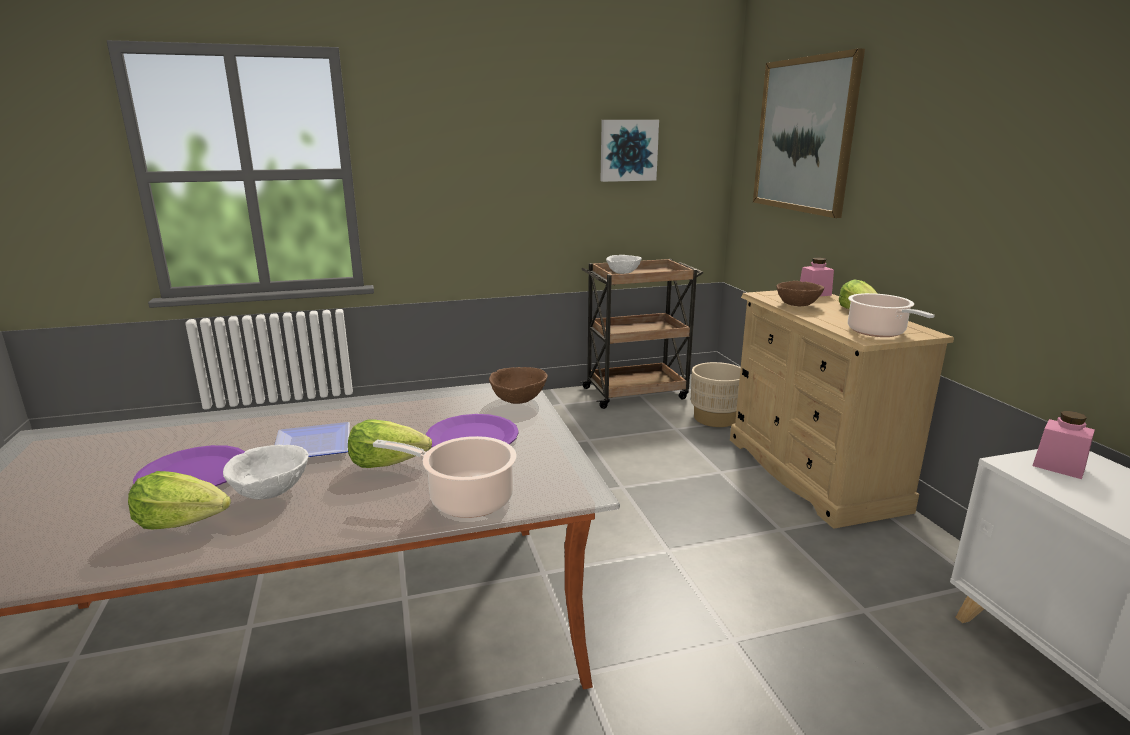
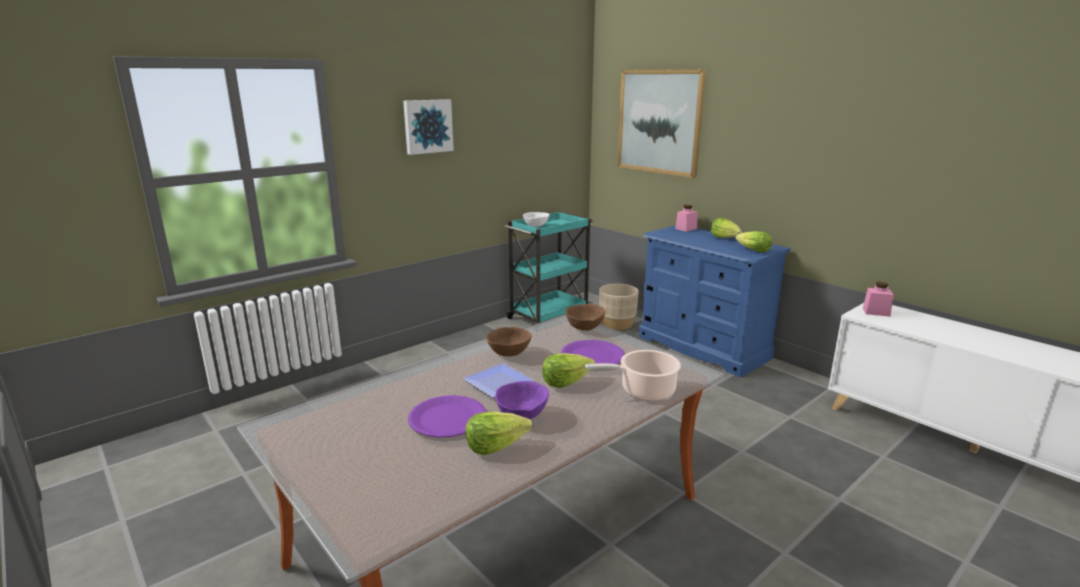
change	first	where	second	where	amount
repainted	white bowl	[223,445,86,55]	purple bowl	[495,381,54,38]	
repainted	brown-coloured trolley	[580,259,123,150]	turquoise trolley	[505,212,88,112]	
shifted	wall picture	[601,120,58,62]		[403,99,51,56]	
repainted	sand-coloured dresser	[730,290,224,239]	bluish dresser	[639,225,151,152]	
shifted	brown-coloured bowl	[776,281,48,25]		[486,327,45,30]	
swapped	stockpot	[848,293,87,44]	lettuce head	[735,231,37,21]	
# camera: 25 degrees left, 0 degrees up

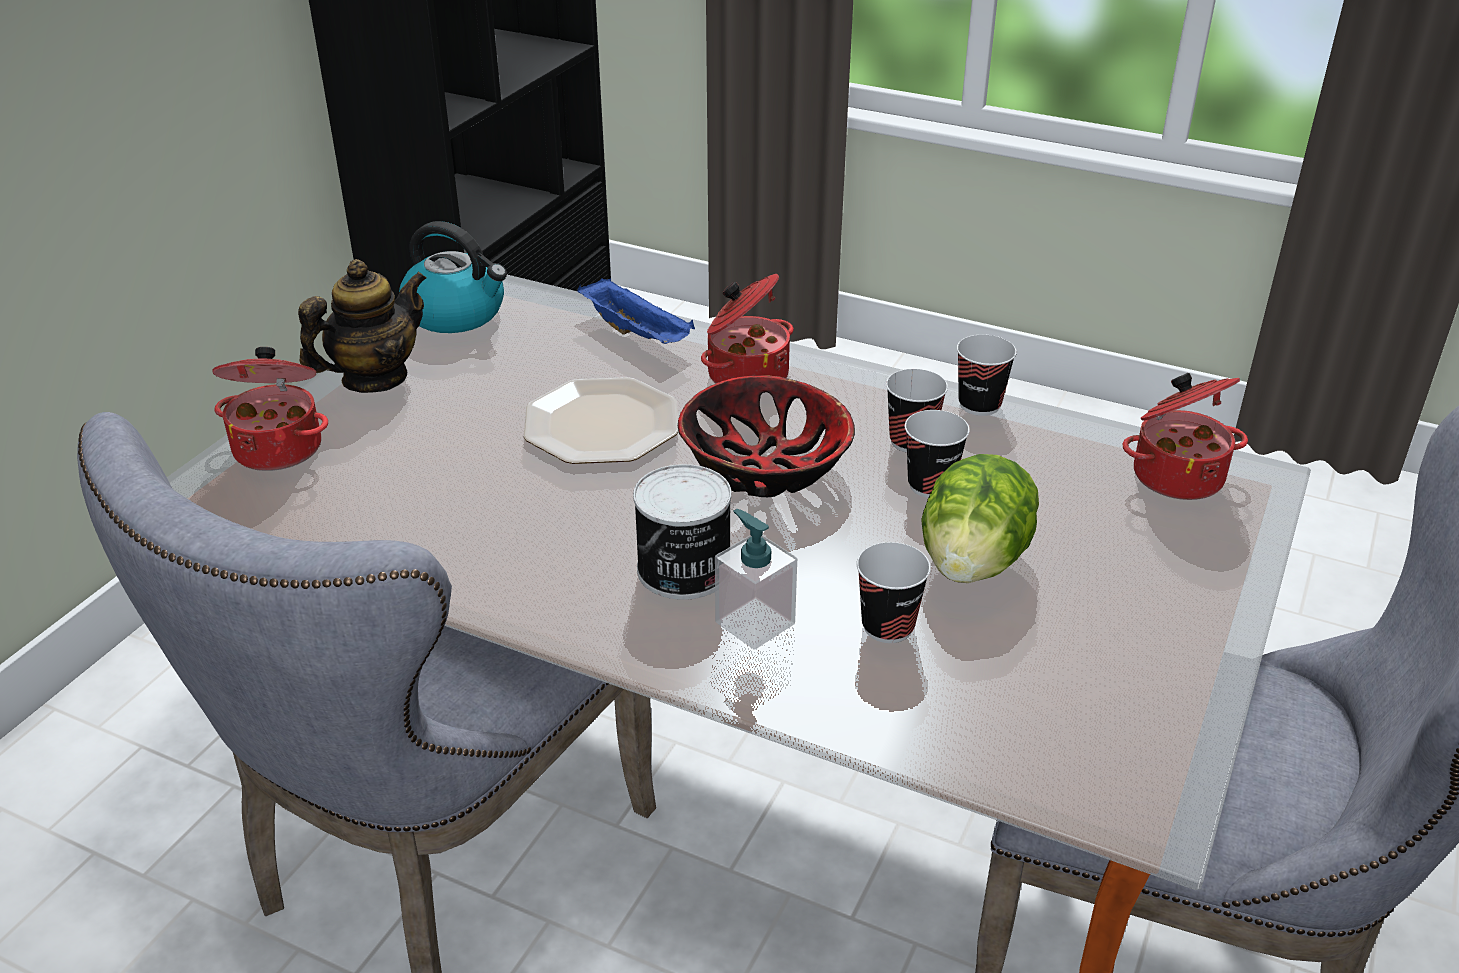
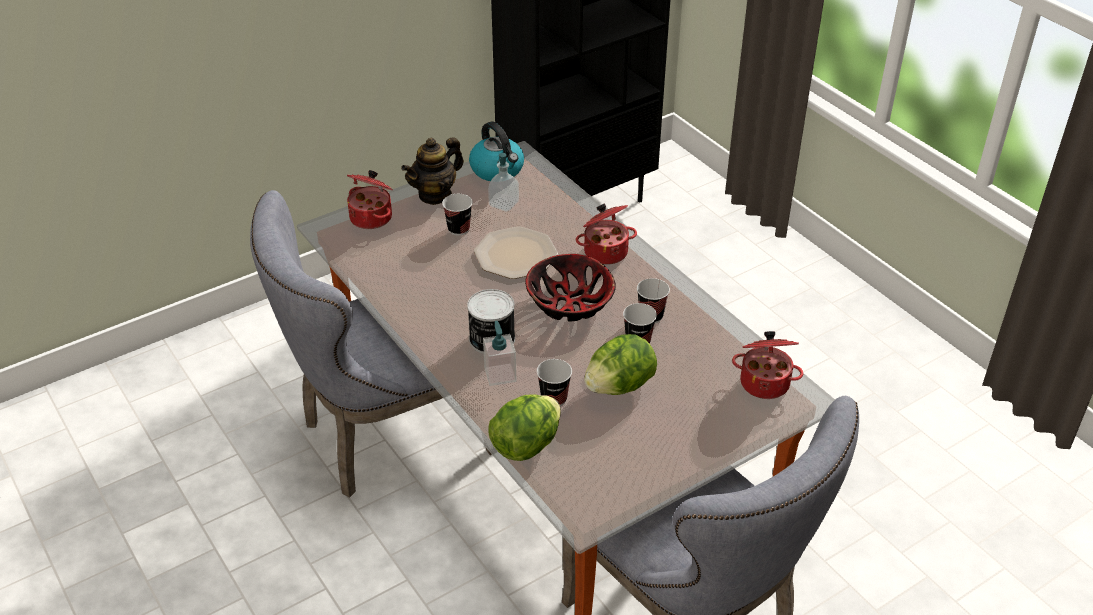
change	first	where	second	where	amount
rotated	teapot	[298,259,128,134]		[401,137,63,68]	150 degrees clockwise
gone	bluish tray	[577,278,118,66]			
shifted	small cup	[957,334,60,82]		[442,194,31,41]	
new			liquid soap bottle	[488,153,31,59]	
new			lettuce head	[488,394,73,67]	
# camera: 30 degrees right, 5 degrees up

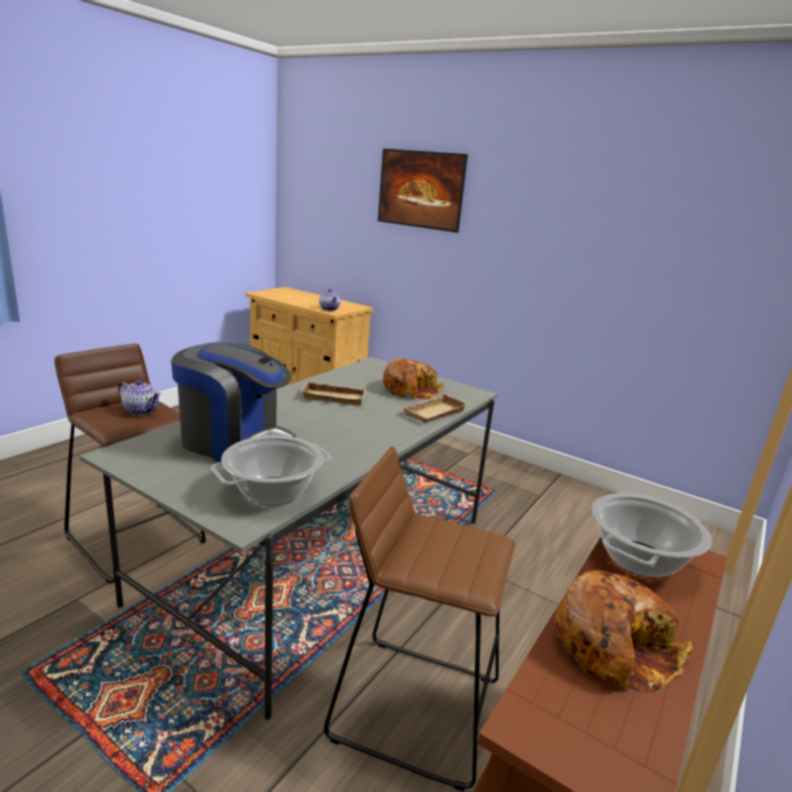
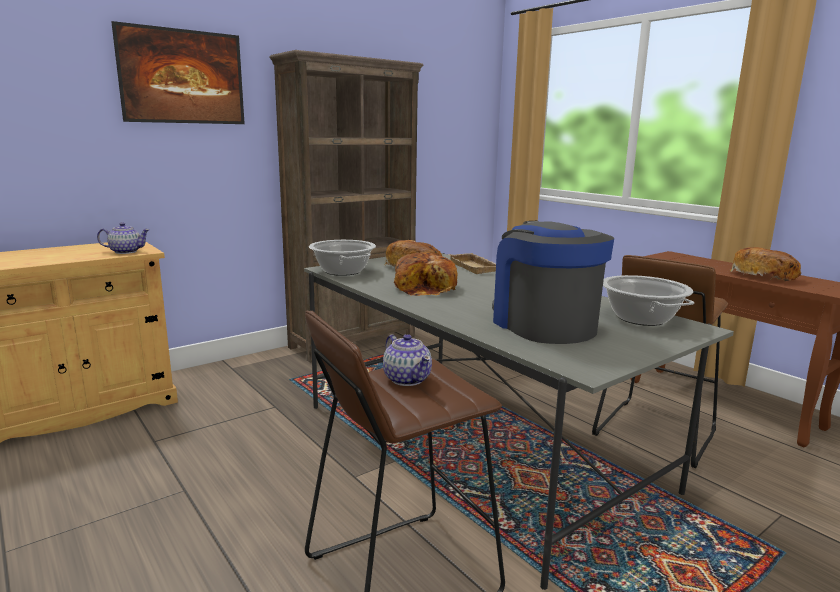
change	first	where	second	where	amount
rotated	teapot	[118,380,43,35]		[383,334,49,52]	105 degrees clockwise
rotated	coffee brewer	[171,342,125,120]		[492,221,122,123]	60 degrees counterclockwise
swapped	sand-coloured tray	[300,381,67,24]	baked bread	[394,252,63,44]	
shifted	stockpot	[592,493,119,85]		[309,240,67,36]	
new			brown-coloured bookshelf	[269,50,155,313]	
# camera: 70 degrees left, 5 degrees down

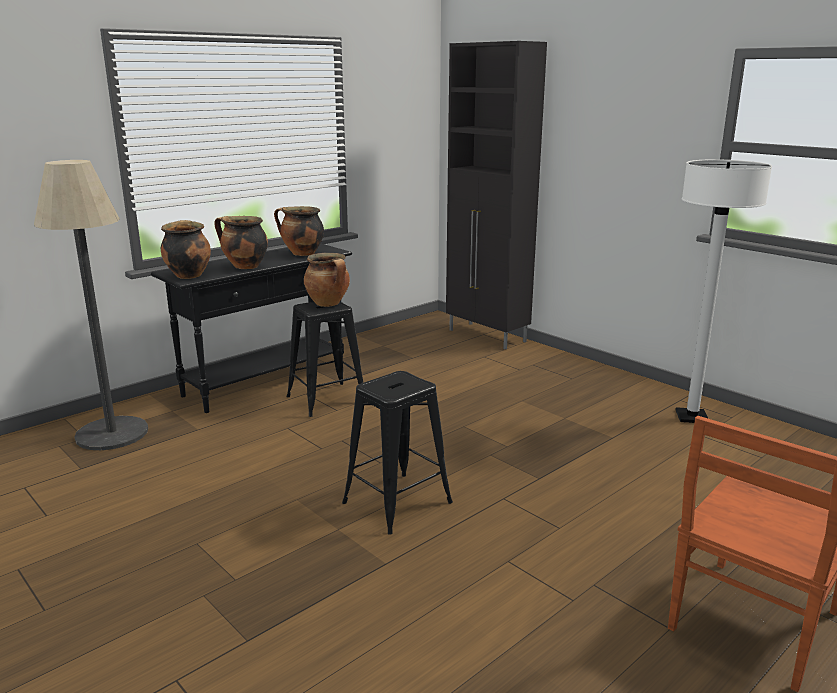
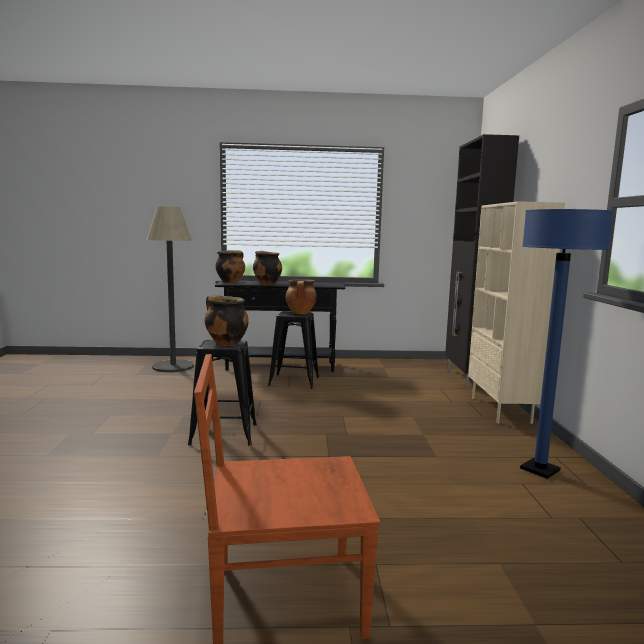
change	first	where	second	where	amount
shifted	stockpot	[274,206,50,50]		[204,295,45,51]	
repainted	white standing lamp	[676,159,96,264]	bluish standing lamp	[520,209,94,270]	
new			sand-coloured bookshelf	[468,201,97,223]	
# camera: 40 degrees right, 10 degrees down

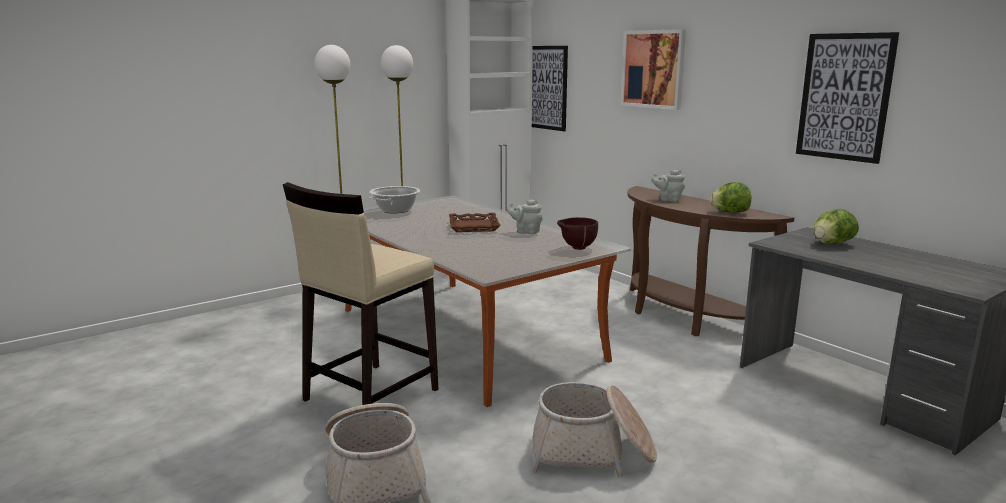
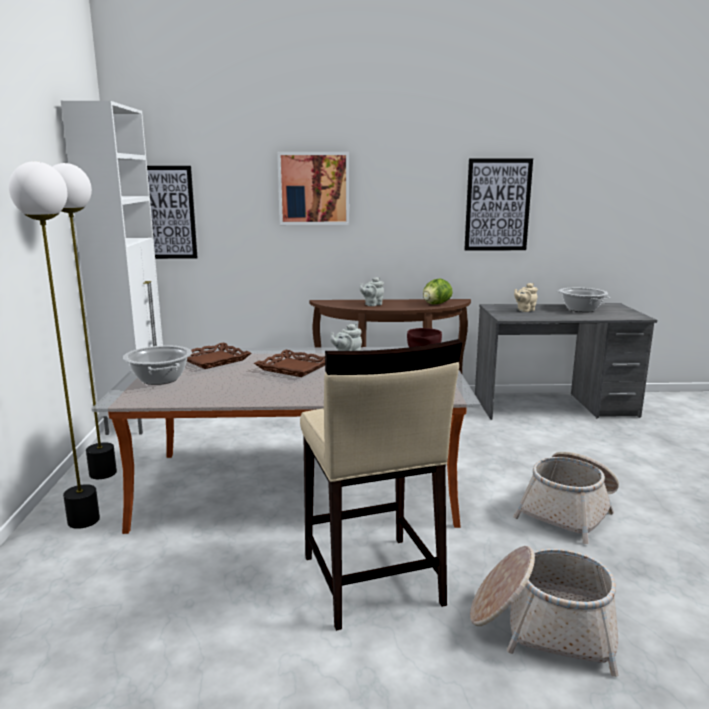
change	first	where	second	where	amount
swapped	lettuce head	[814,209,45,35]	sand-coloured teapot	[514,283,24,29]	
new			brown-coloured tray	[187,342,64,27]	
new			stockpot	[557,288,54,24]	
# camera: 55 degrees left, 0 degrees up

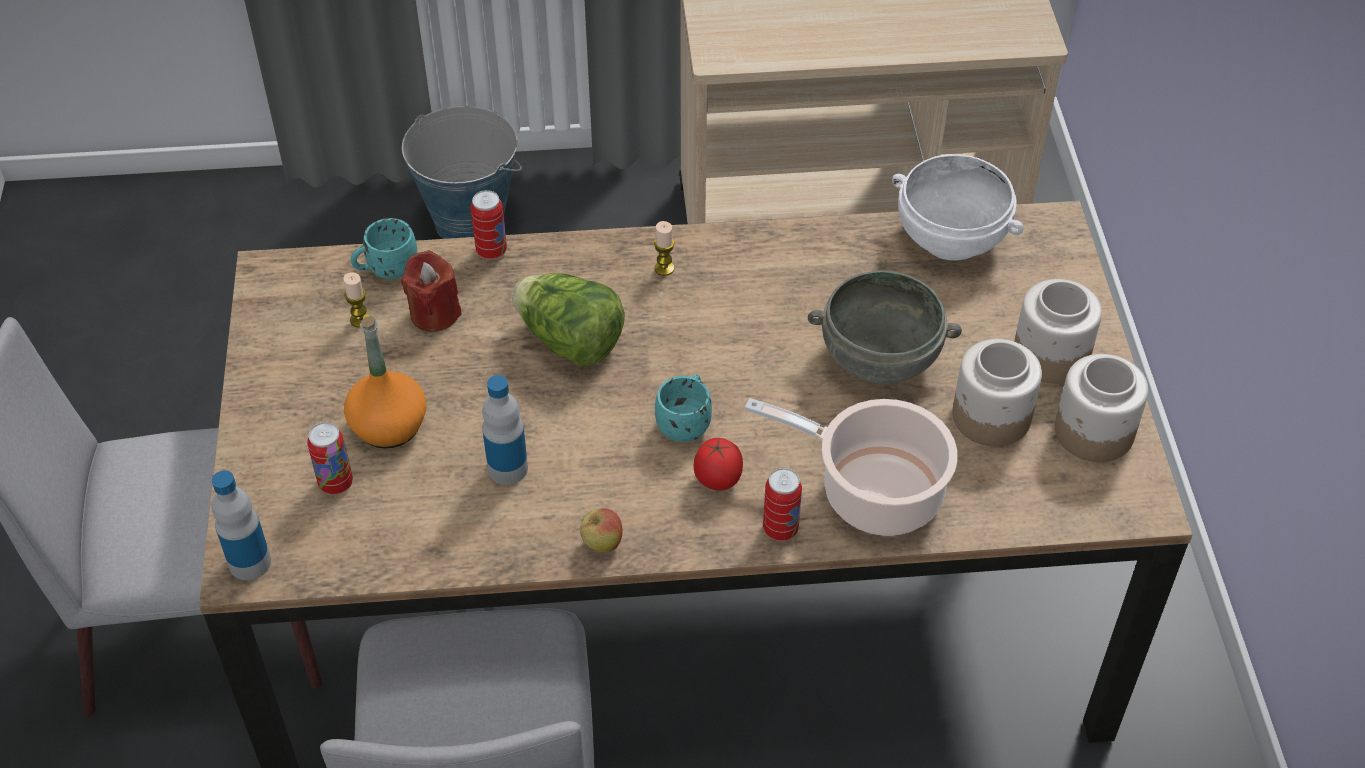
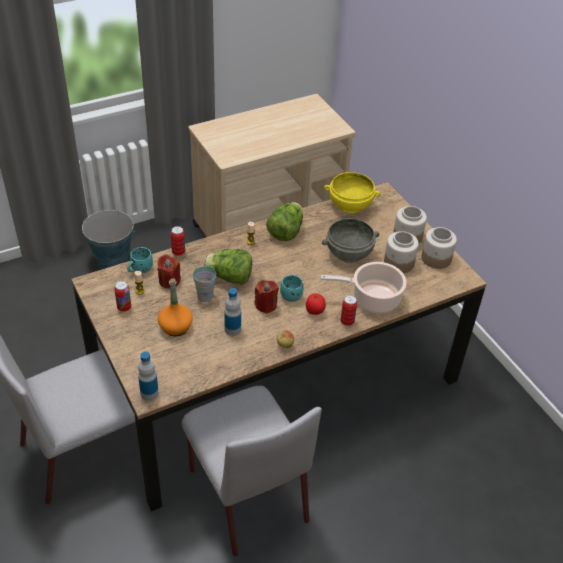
change	first	where	second	where	amount
shifted	sealed can	[307,422,46,73]		[114,281,17,31]	
repainted	white bowl	[892,154,131,107]	yellow-coloured bowl	[324,172,57,41]	
new			small cup	[193,266,23,36]	
new			reddish wax candle	[254,280,25,33]	
new			lettuce head	[266,202,37,39]	
# camera: 25 degrees left, 5 degrees down

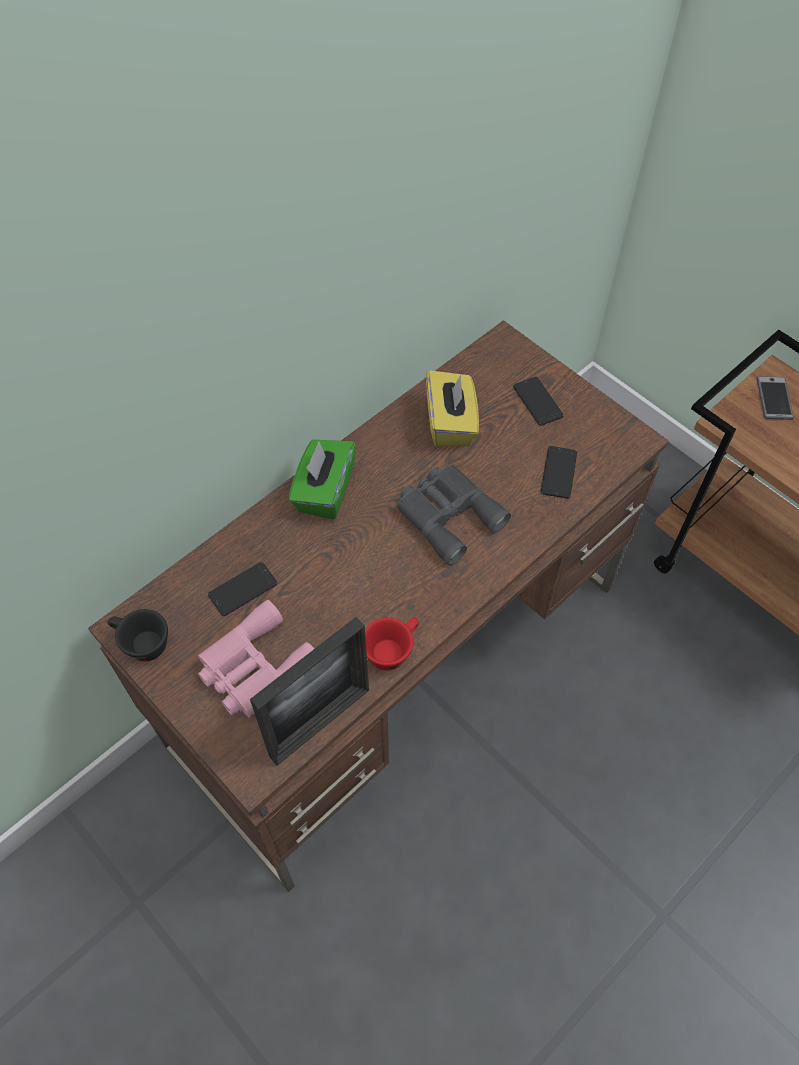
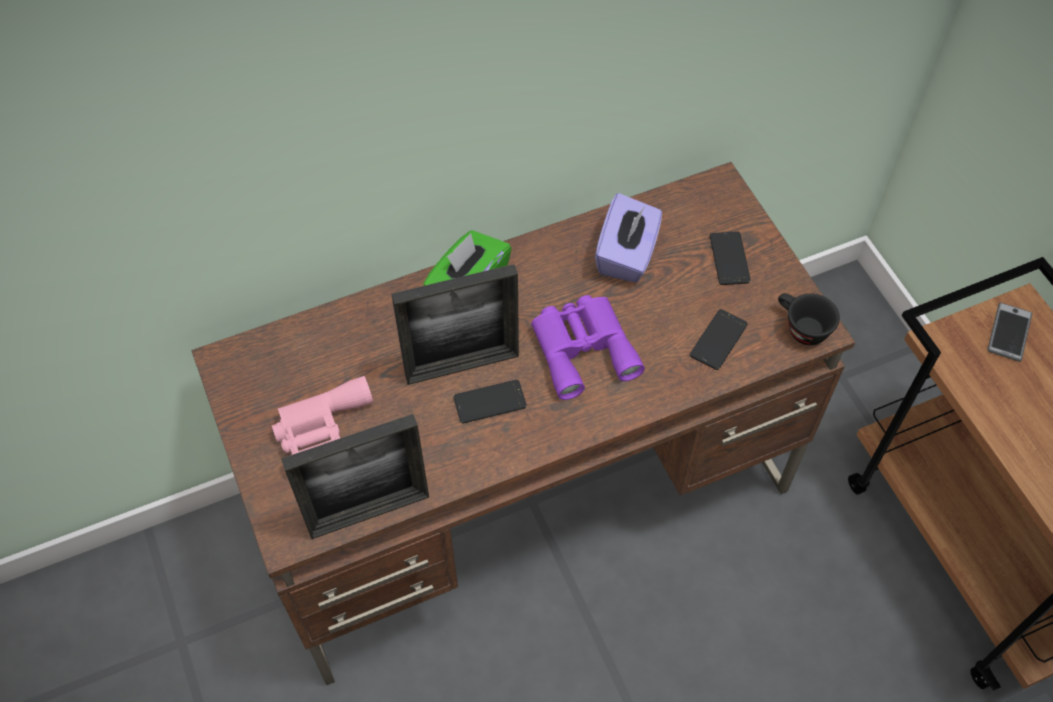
change	first	where	second	where	amount
shifted	black small cup	[108,609,60,52]		[778,293,62,52]	
shifted	telephone	[208,562,69,54]		[453,380,74,43]	
gone	reddish small cup	[365,617,54,53]			
repainted	greyish field glasses	[396,464,115,101]	purple field glasses	[531,295,114,105]	
repainted	yellow-coloured tissue box	[426,370,53,77]	purple tissue box	[595,193,67,90]	
new			picture frame	[392,264,127,121]	
# camera: 20 degrees right, 0 degrees up

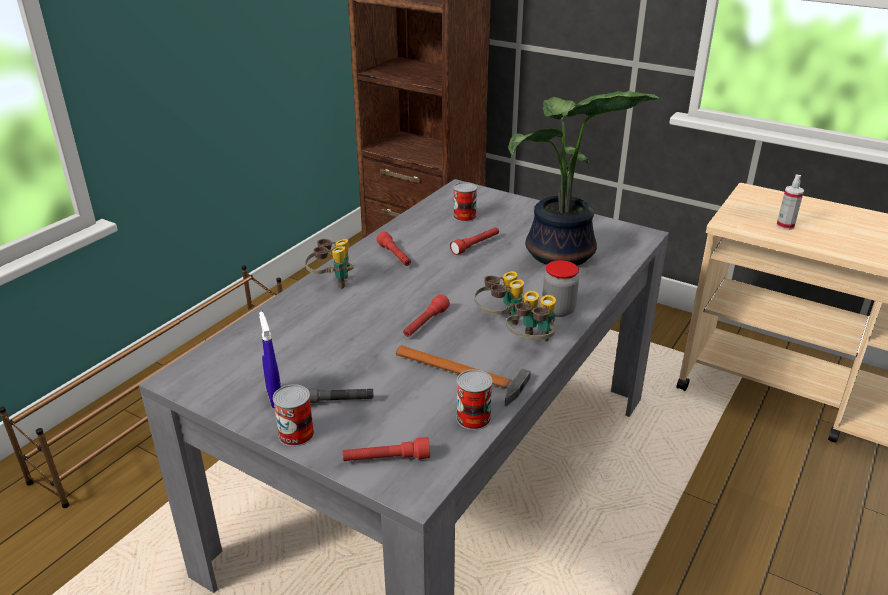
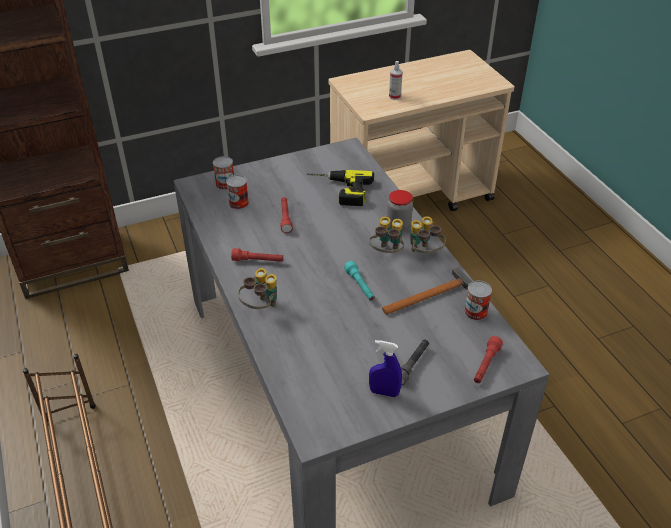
change	first	where	second	where	amount
shifted	sealed can	[273,384,41,63]		[213,156,21,34]	
repainted	reddish flashlight	[403,294,47,43]	turquoise flashlight	[344,261,31,40]	
swapped	plant in a pot	[508,91,151,175]	power drill	[307,170,67,36]	
# camera: 55 degrees left, 10 degrees up

